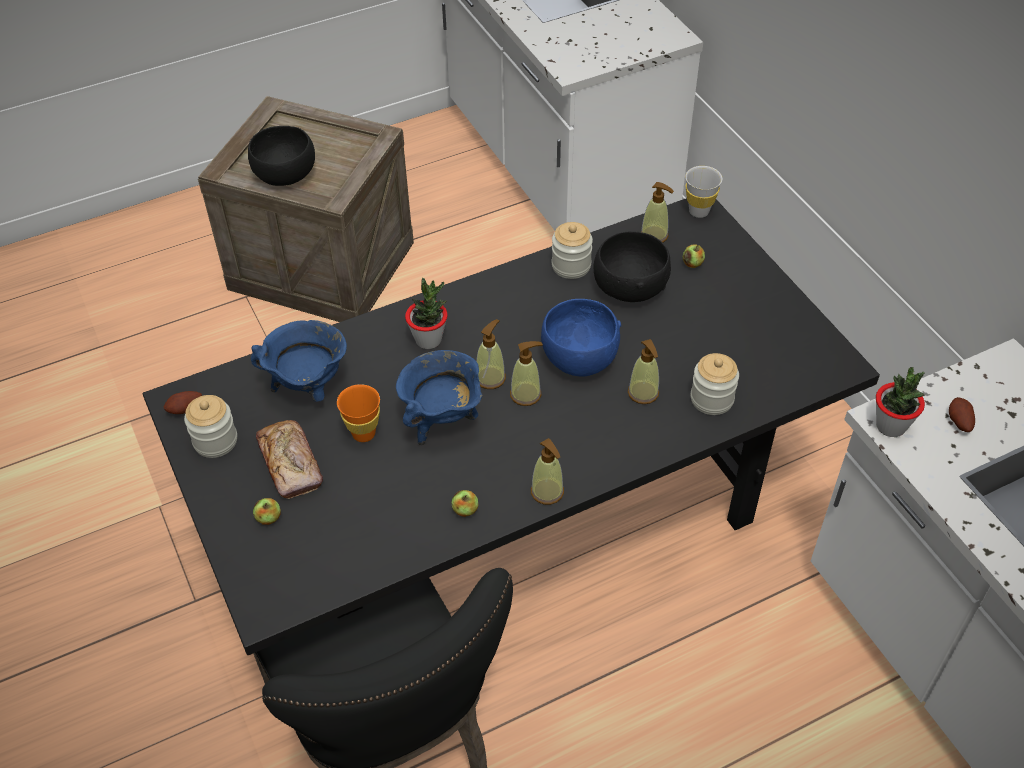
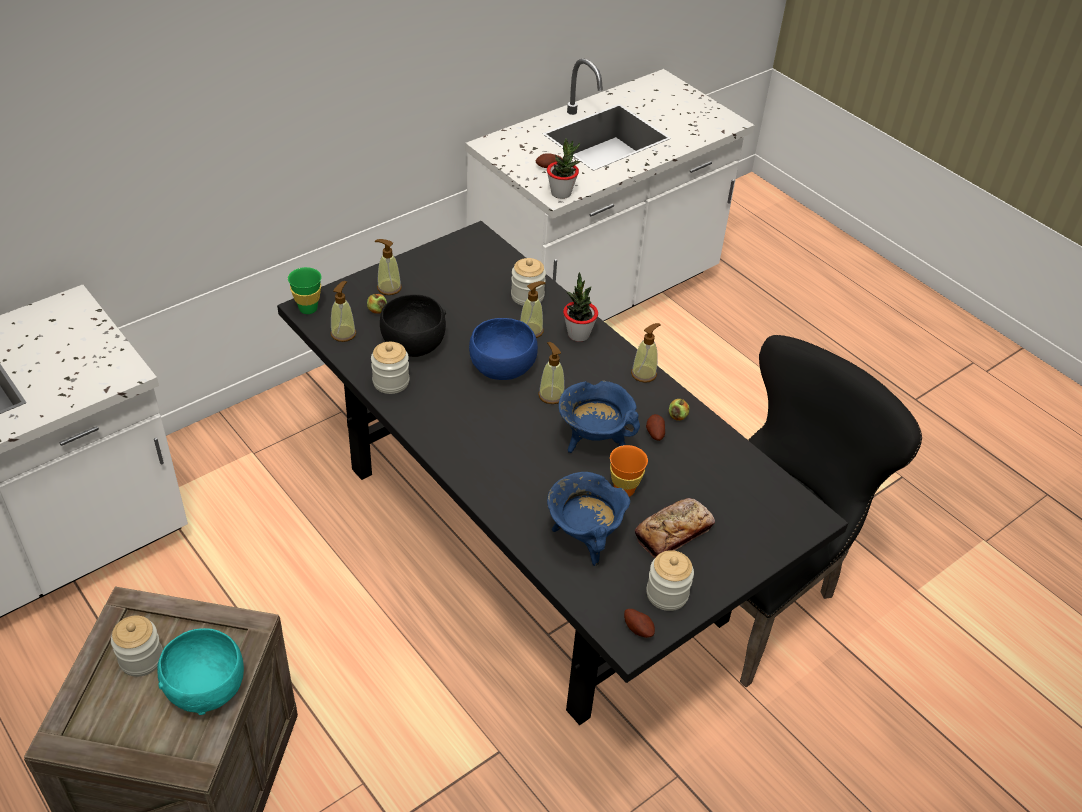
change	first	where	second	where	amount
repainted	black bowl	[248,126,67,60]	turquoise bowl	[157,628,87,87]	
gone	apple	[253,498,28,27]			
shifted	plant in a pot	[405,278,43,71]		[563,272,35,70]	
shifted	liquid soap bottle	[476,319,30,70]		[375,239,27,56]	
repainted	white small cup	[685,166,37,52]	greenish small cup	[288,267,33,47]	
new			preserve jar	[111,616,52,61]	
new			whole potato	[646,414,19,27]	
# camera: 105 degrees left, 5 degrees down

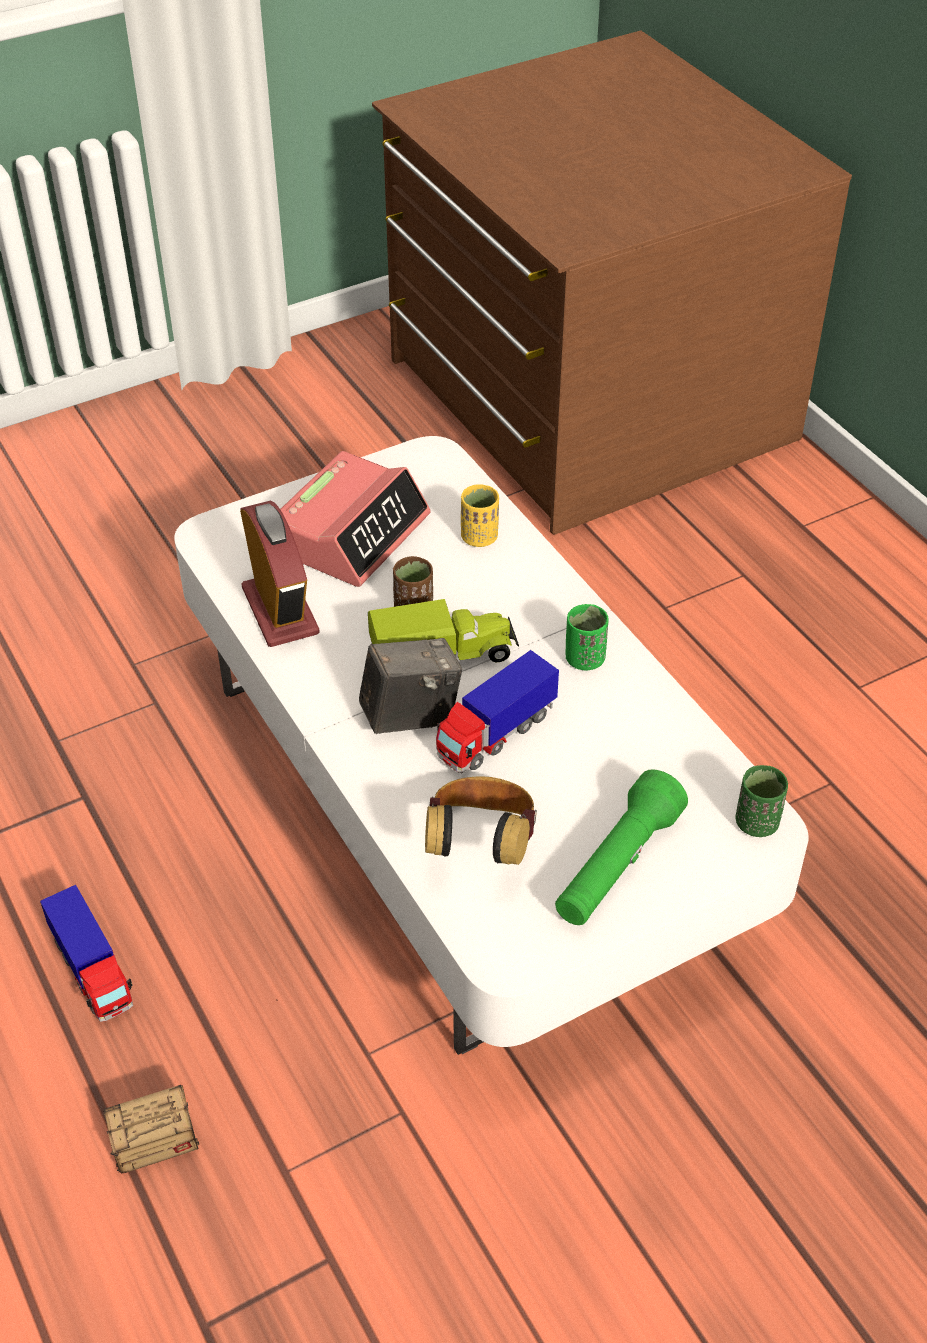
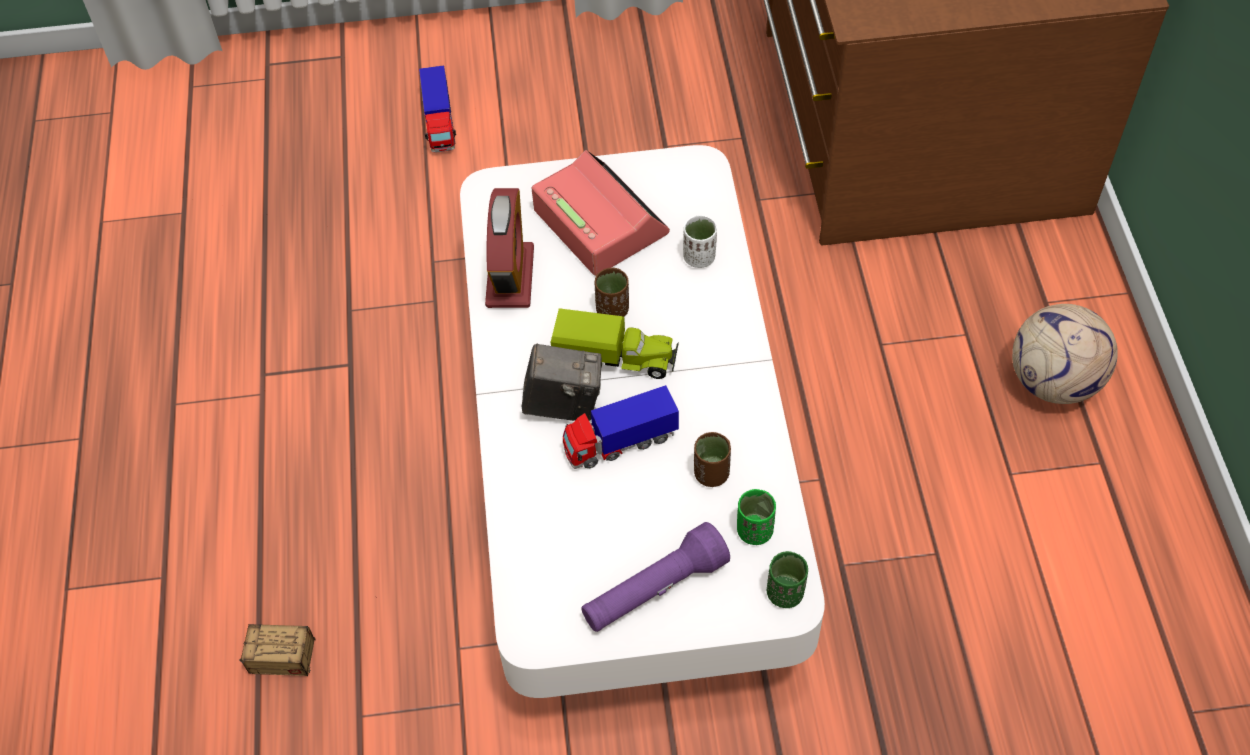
change	first	where	second	where	amount
shifted	model truck	[40,885,93,137]		[419,65,37,88]	
rotated	alarm clock	[280,451,151,136]		[532,150,138,126]	90 degrees counterclockwise
gone	headphones	[425,776,112,89]			
repainted	yellow-coloured small cup	[461,484,38,63]	white small cup	[683,215,34,53]	
repainted	greenish flashlight	[555,769,133,156]	purple flashlight	[581,522,149,110]	
shifted	greenish small cup	[566,604,43,66]		[737,489,39,56]	
new			brown-coloured small cup	[694,432,37,55]	
new			football	[1012,304,106,100]	
# camera: 25 degrees right, 10 degrees up

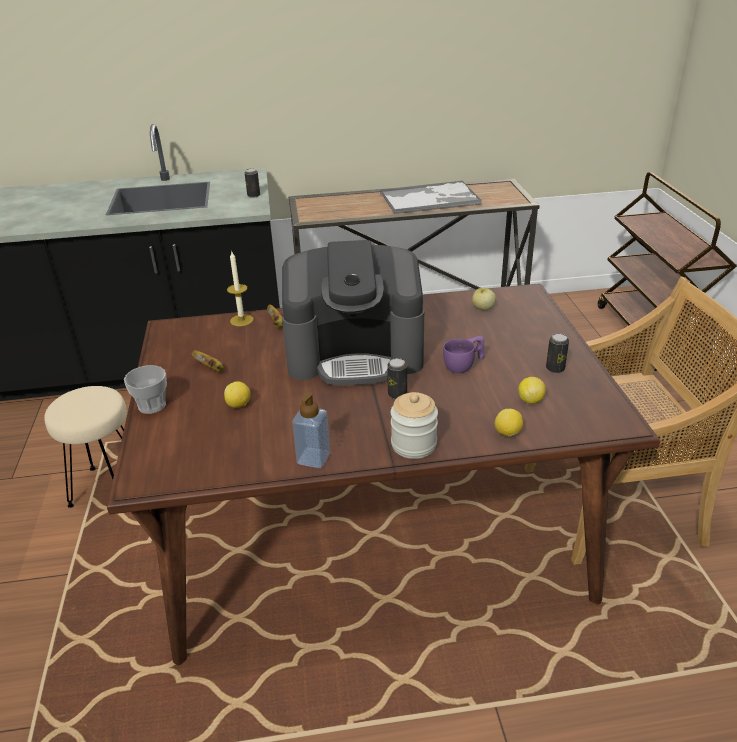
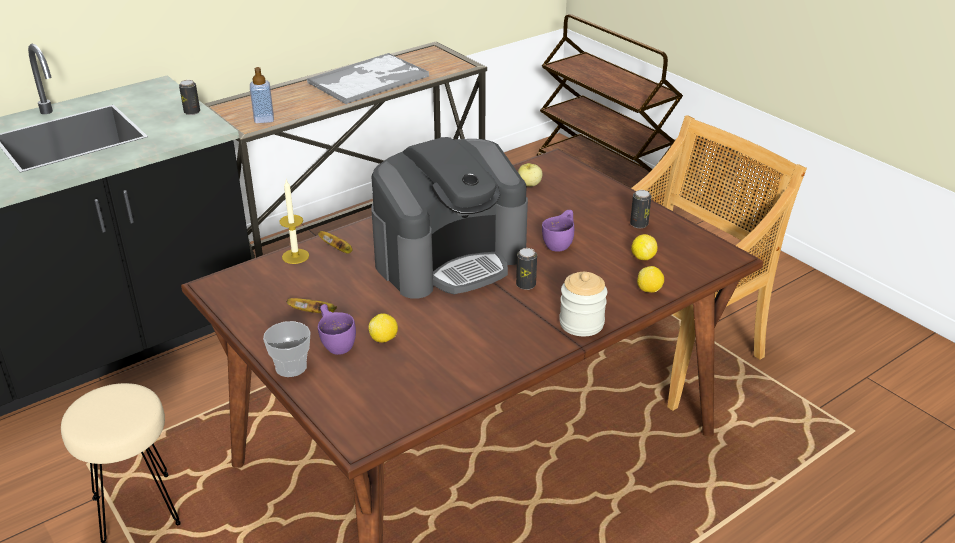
change	first	where	second	where	amount
shifted	liquid soap bottle	[292,392,38,76]		[250,67,24,56]	
new			purple small cup	[318,304,38,51]	
# camera: 30 degrees left, 0 degrees up

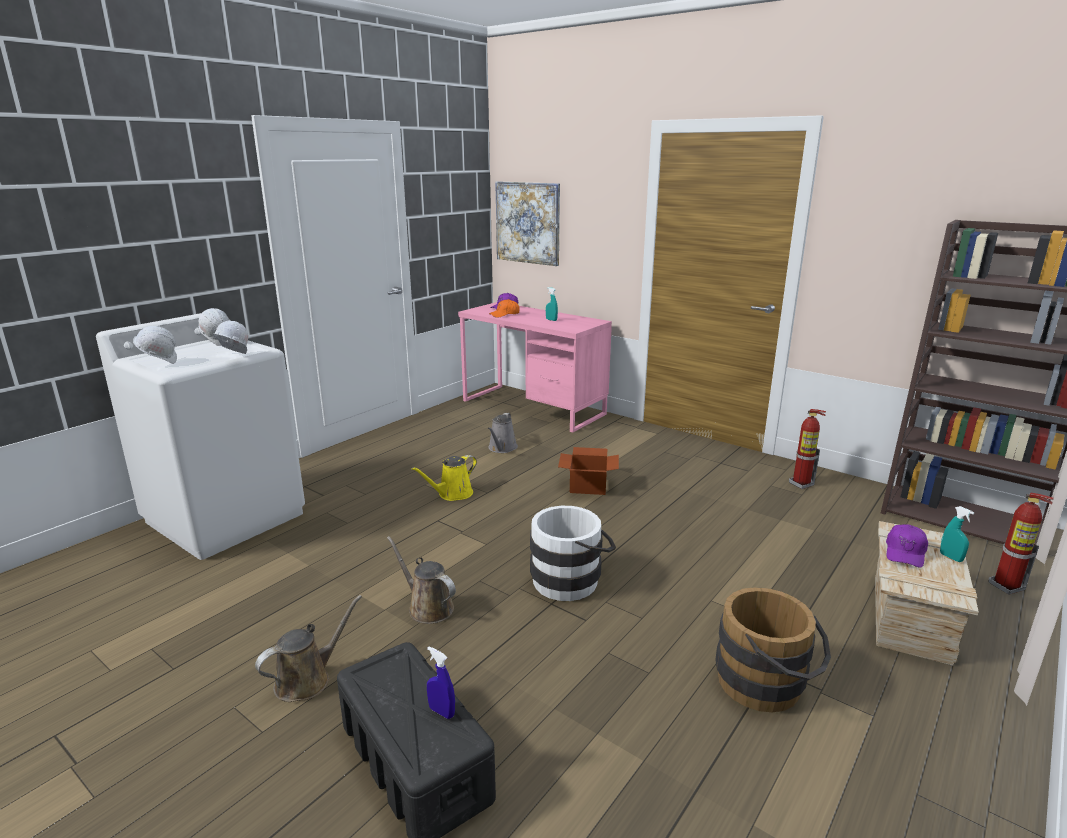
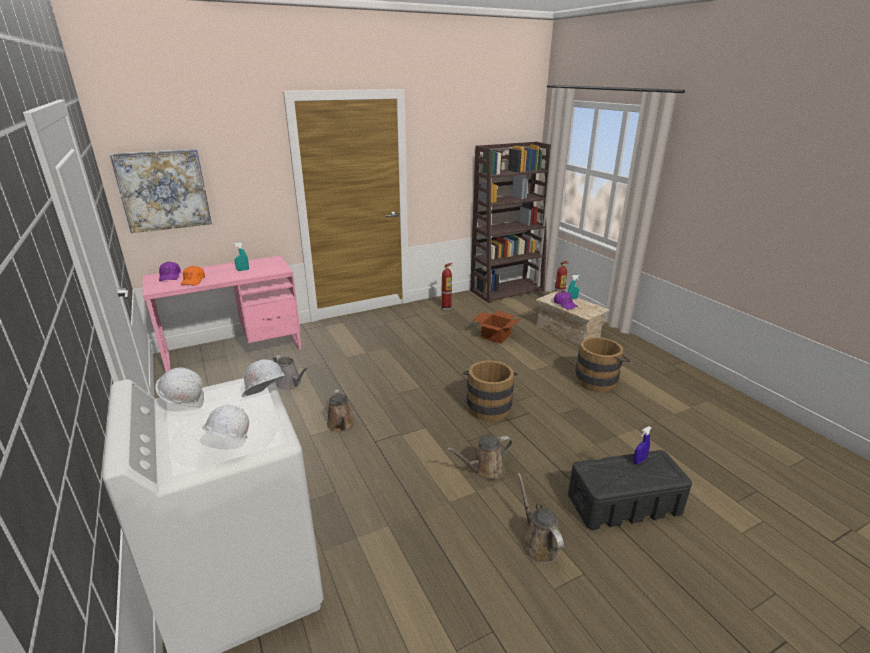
change	first	where	second	where	amount
repainted	yellow-coloured watering can	[411,455,66,46]	brown-coloured watering can	[327,389,28,43]	
repainted	white bucket	[530,506,86,95]	brown-coloured bucket	[463,360,55,61]	
shifted	cardboard box	[558,447,61,48]		[473,311,49,33]	
# camera: 65 degrees left, 5 degrees up

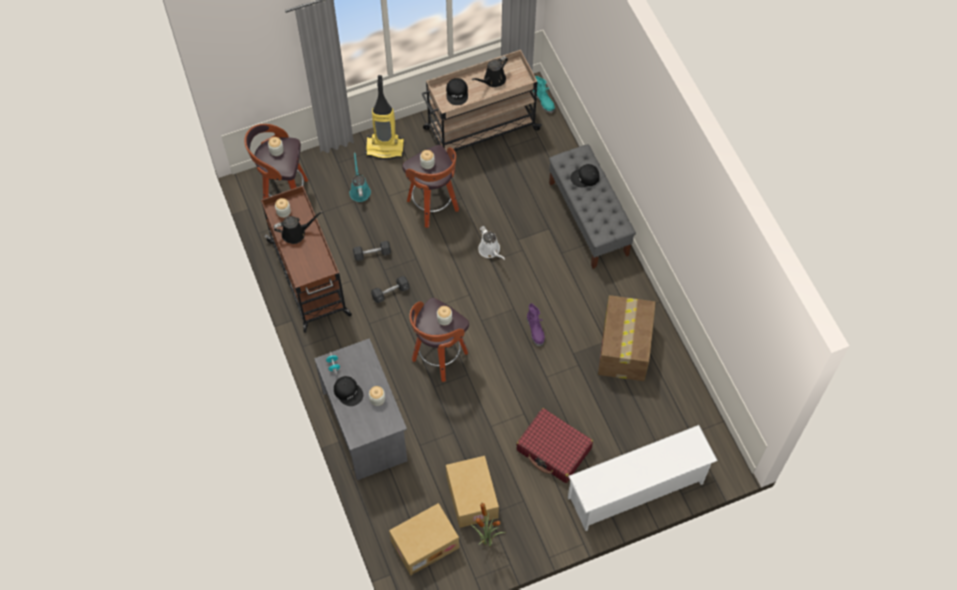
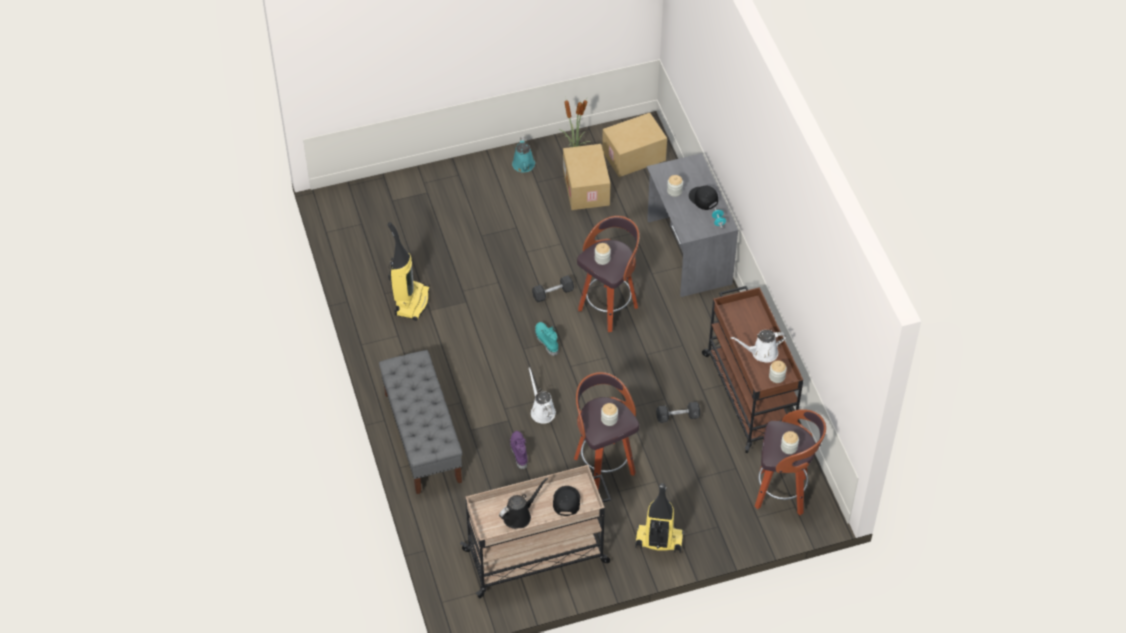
change	first	where	second	where	amount
repainted	black watering can	[274,211,49,33]	white watering can	[731,330,55,33]	
shifted	turquoise watering can	[349,152,22,50]		[512,137,23,36]	
shifted	greyish dumbbell	[371,276,39,27]		[532,275,42,27]	
gone	reddish suitcase	[516,408,77,75]			
shifted	purple tall boot	[527,303,18,43]		[510,431,18,38]	
shifted	turquoise tall boot	[533,76,22,37]		[535,322,23,34]	
gone	white shoe shelf	[568,425,150,106]			
gone	black baseball cap	[570,164,29,23]			
swapped	cardboard box	[598,295,58,86]	vacuum	[388,222,42,99]	
# camera: 175 degrees left, 10 degrees down

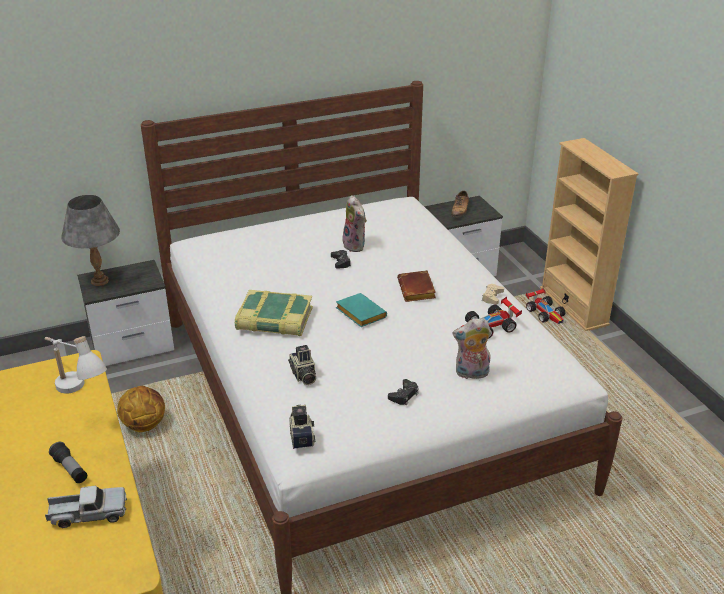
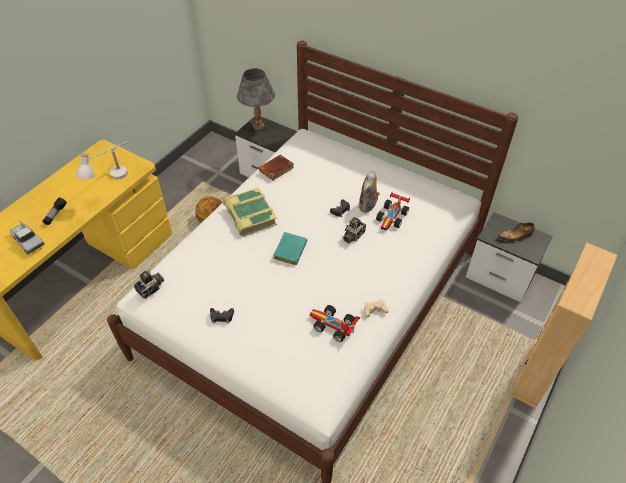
change	first	where	second	where	amount
shifted	still camera	[288,345,28,40]		[343,217,23,27]	
shifted	brown-coloured bound book	[397,270,39,32]		[259,155,35,25]	
gone	soft toy	[453,318,38,61]			
shifted	model car	[526,288,39,36]		[376,192,34,39]	
# camera: 55 degrees right, 15 degrees up

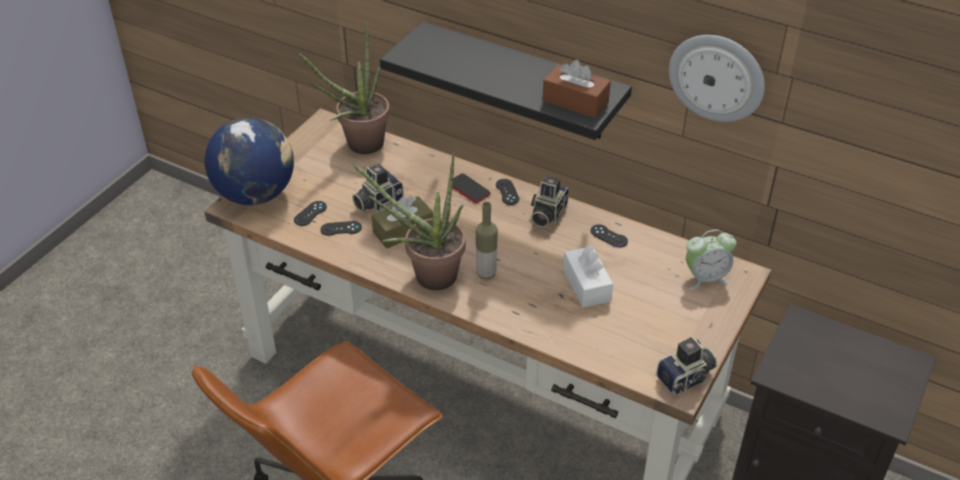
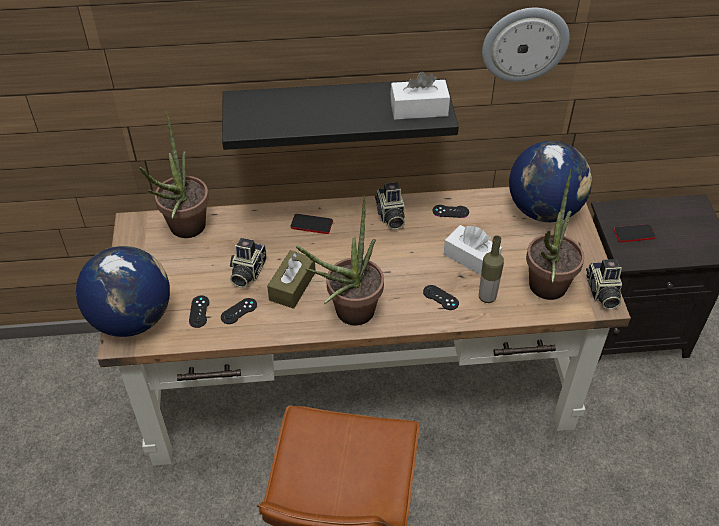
change	first	where	second	where	amount
shifted	bottle	[476,202,22,77]		[479,235,25,68]	
shifted	black game controller	[496,179,23,26]		[423,285,36,25]	
repainted	brown-coloured tissue box	[543,60,68,58]	white tissue box	[390,72,60,48]	
rotated	still camera	[656,335,61,60]		[586,259,36,51]	150 degrees clockwise
swapped	alarm clock	[686,230,51,60]	globe	[509,141,83,81]	
new			plant in a pot	[526,169,58,131]	
new			telephone	[614,224,42,18]	
# camera: 35 degrees left, 5 degrees up

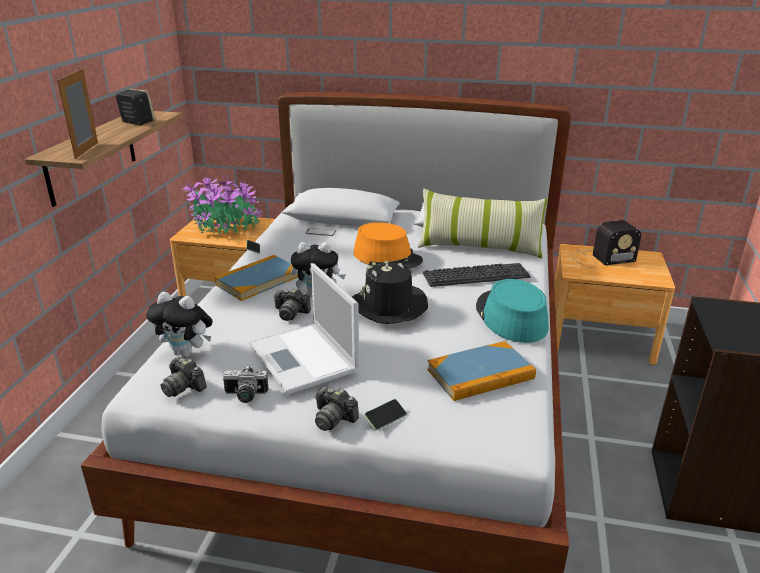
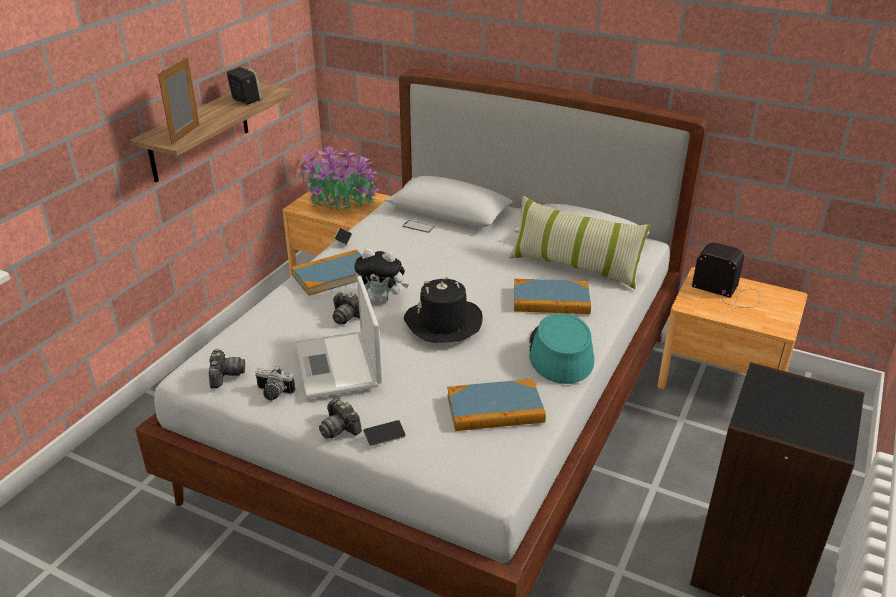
change	first	where	second	where	amount
gone	soft toy	[146,292,67,65]			
rotated	still camera	[161,357,46,40]		[209,349,36,39]	150 degrees counterclockwise
gone	orangey clothing hat	[354,222,69,47]			
swapped	PC keyboard	[423,263,108,24]	bound book	[514,279,77,35]	
rotated	radio receiver	[572,220,69,48]		[692,242,68,69]	150 degrees counterclockwise
# camera: 15 degrees right, 5 degrees up

